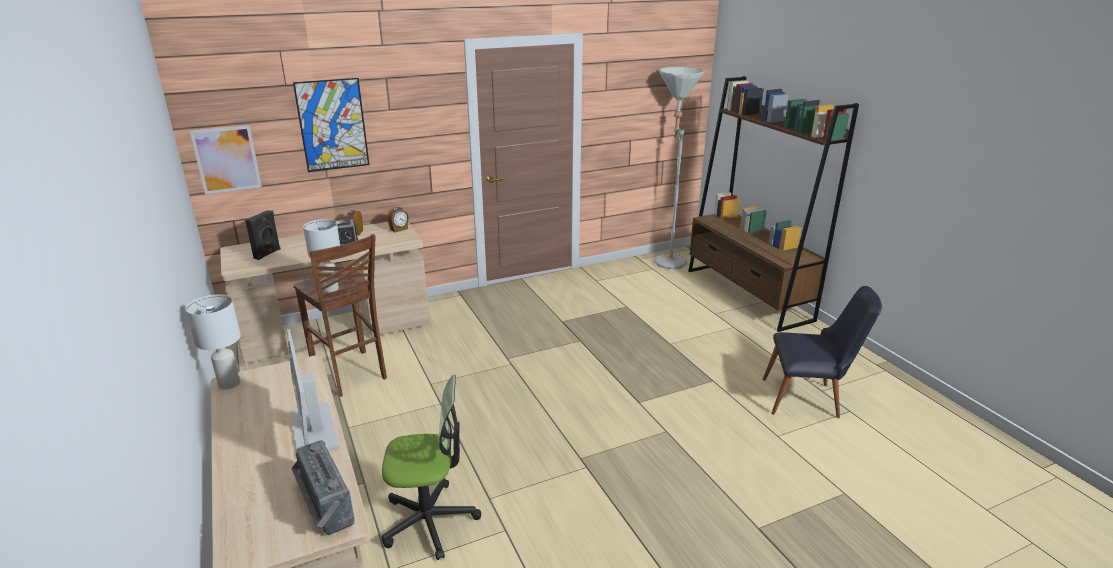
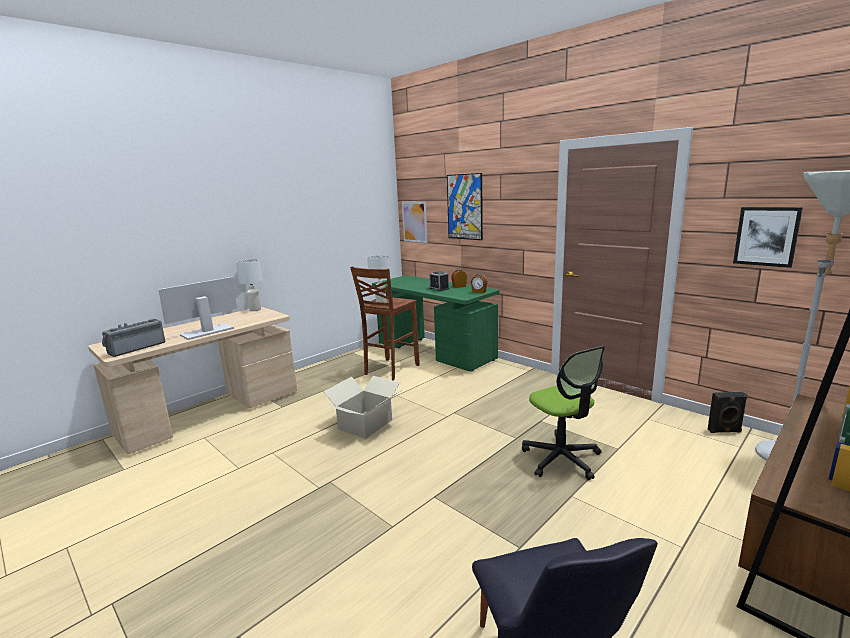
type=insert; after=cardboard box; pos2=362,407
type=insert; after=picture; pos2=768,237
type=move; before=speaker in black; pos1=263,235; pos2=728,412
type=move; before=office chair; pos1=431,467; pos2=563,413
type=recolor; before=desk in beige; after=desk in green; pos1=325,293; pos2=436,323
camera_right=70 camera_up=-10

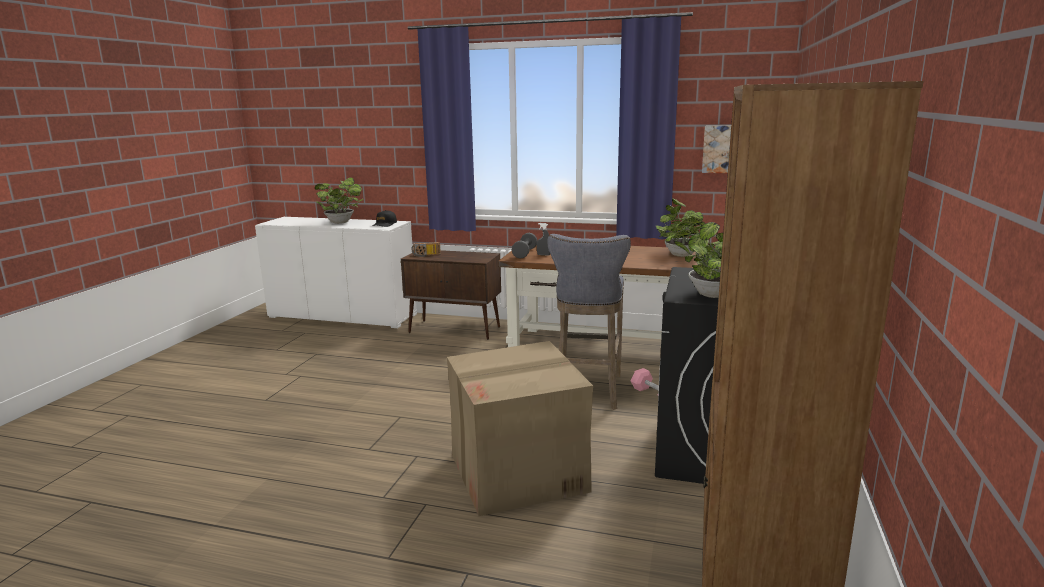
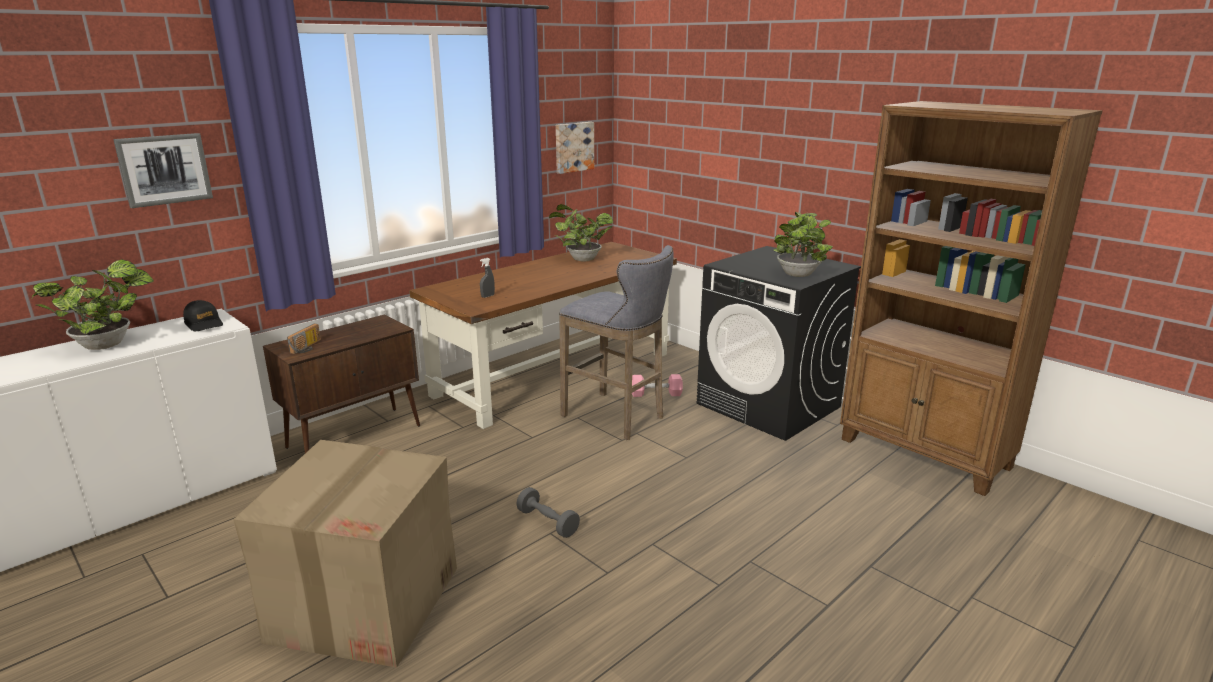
type=insert; after=picture; pos2=163,170
type=move; before=cardboard box; pos1=520,428; pos2=345,554
type=move; before=dumbbell in grey; pos1=524,246; pos2=548,512
camera_right=-60 camera_up=5

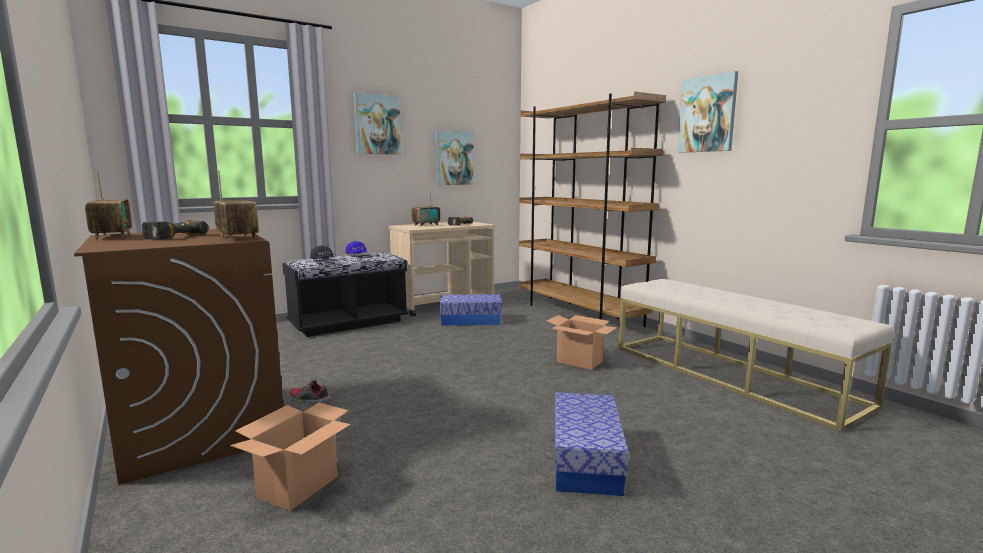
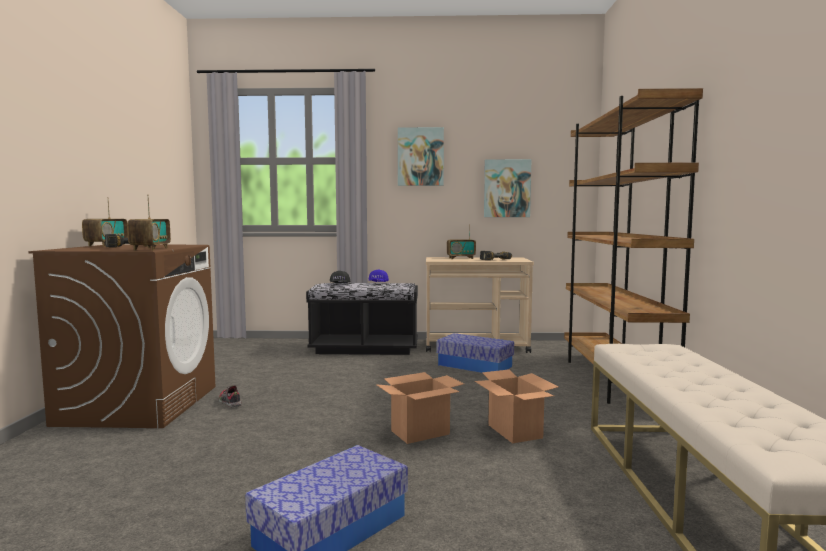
type=delete; before=picture; pos1=707,112
type=move; before=cardboard box; pos1=290,457; pos2=420,408
camera_right=35 camera_up=-5

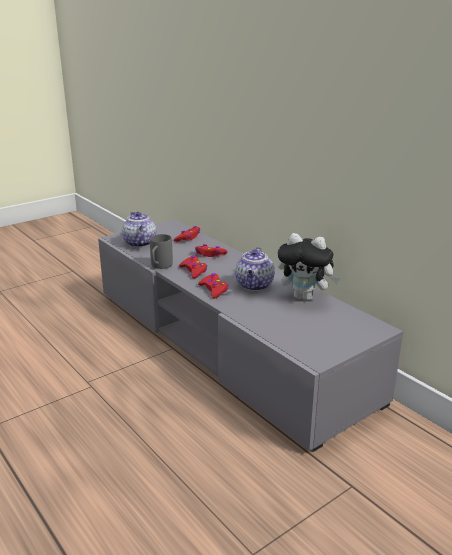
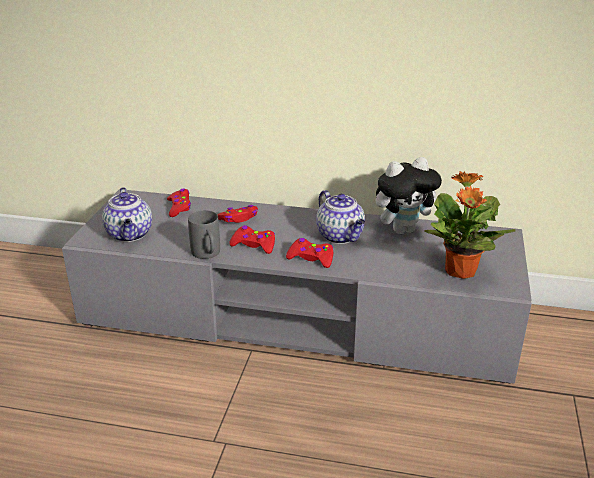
type=insert; after=potted plant; pos2=469,225
type=rotate; before=teapot; pos1=139,229; pos2=127,214; turn=-135
camera_right=-40 camera_up=5

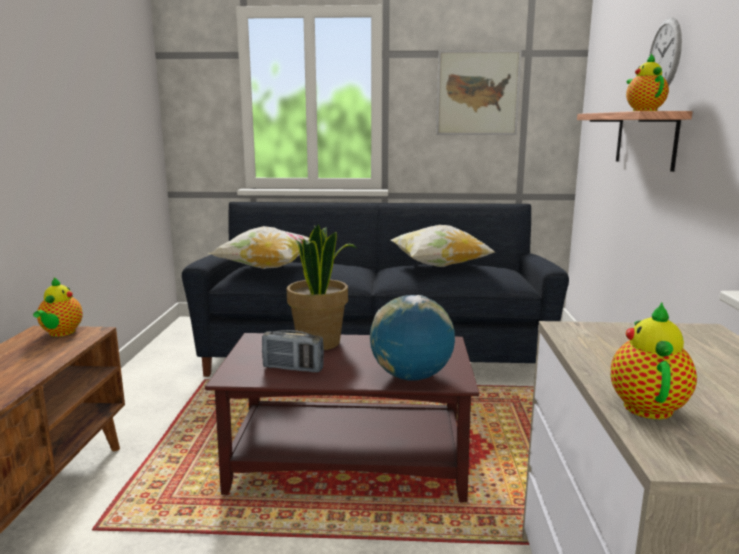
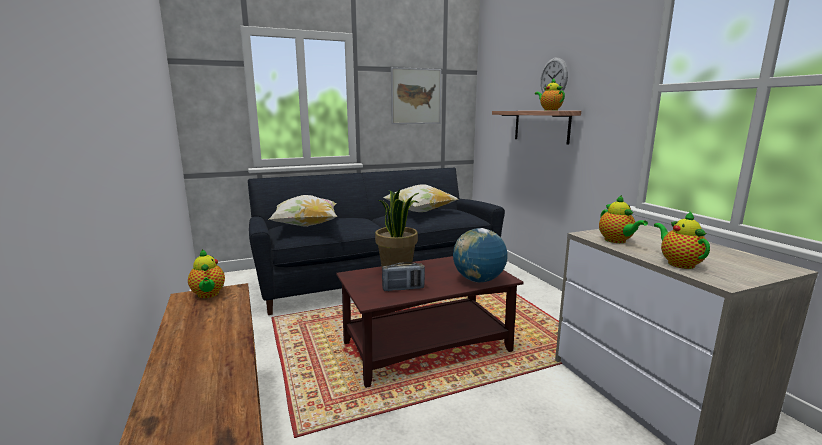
type=insert; after=teapot; pos2=623,219
camera_right=-25 camera_up=0

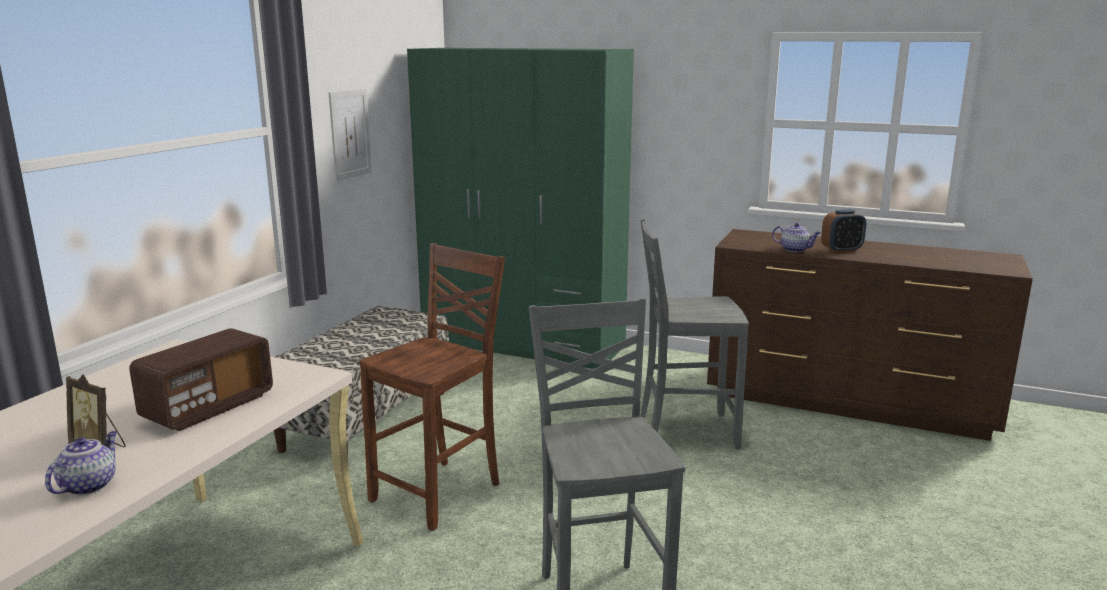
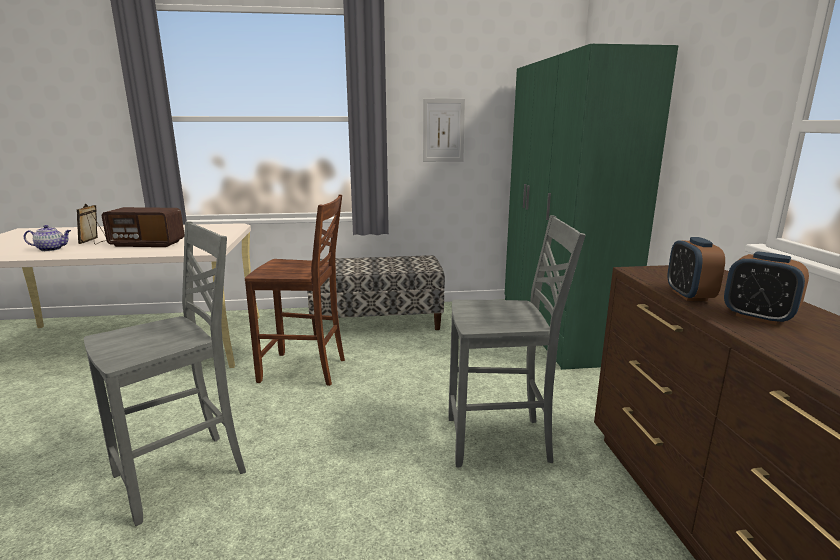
type=replace; before=teapot; after=alarm clock; pos1=796,237; pos2=696,269
type=rotate; before=chair in grey; pos1=694,334; pos2=516,341; turn=120
camera_right=60 camera_up=0

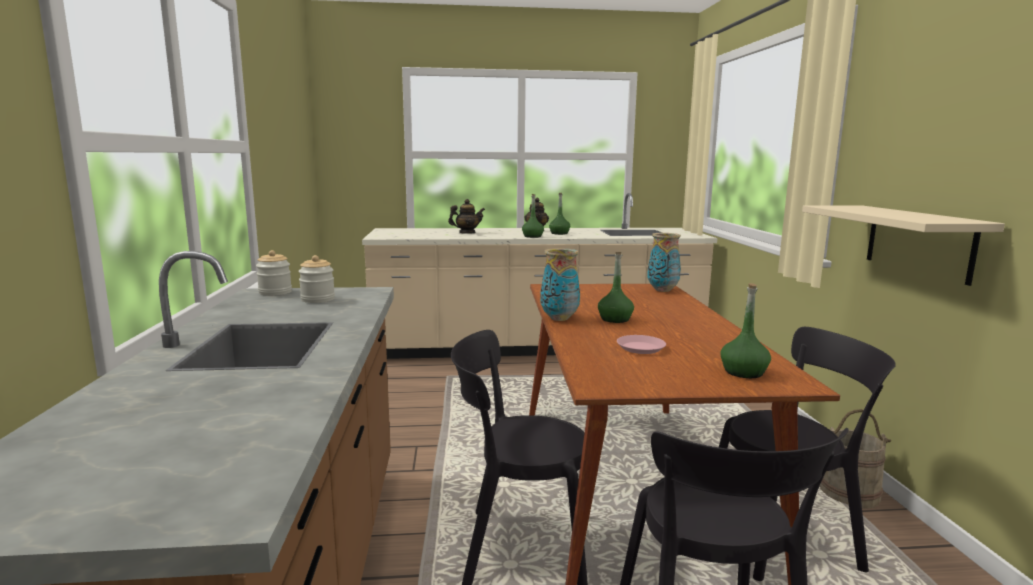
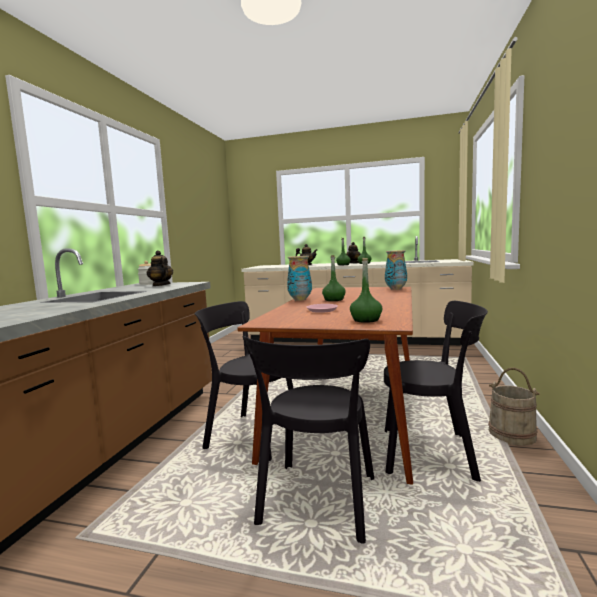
type=delete; before=shelf in beige; pos1=903,245
type=replace; before=jar; after=teapot; pos1=316,279; pos2=160,268
camera_right=20 camera_up=-5

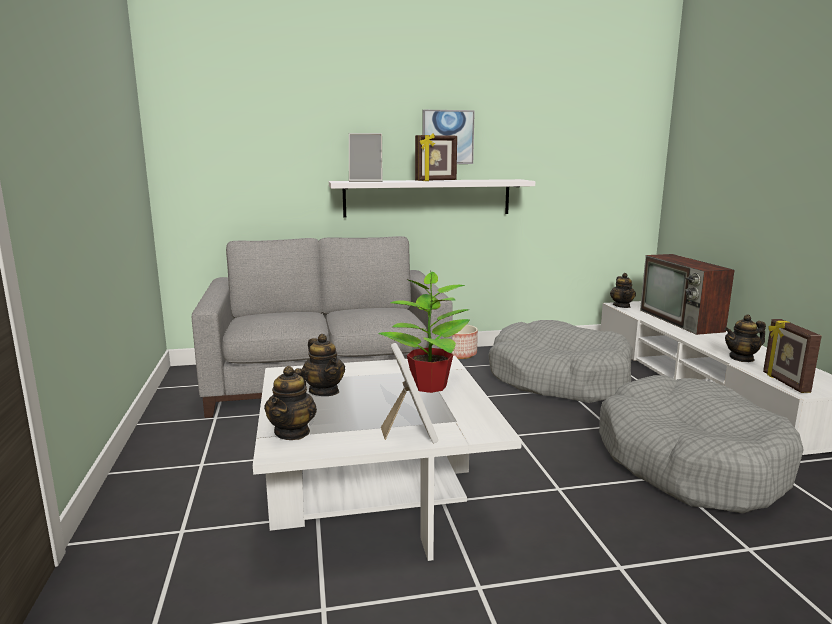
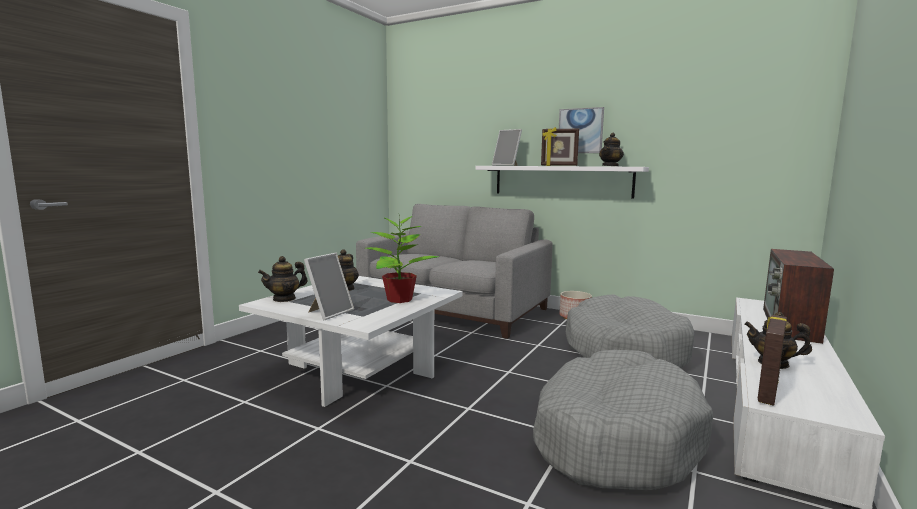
type=move; before=teapot; pos1=623,290; pos2=611,149
camera_right=40 camera_up=-5

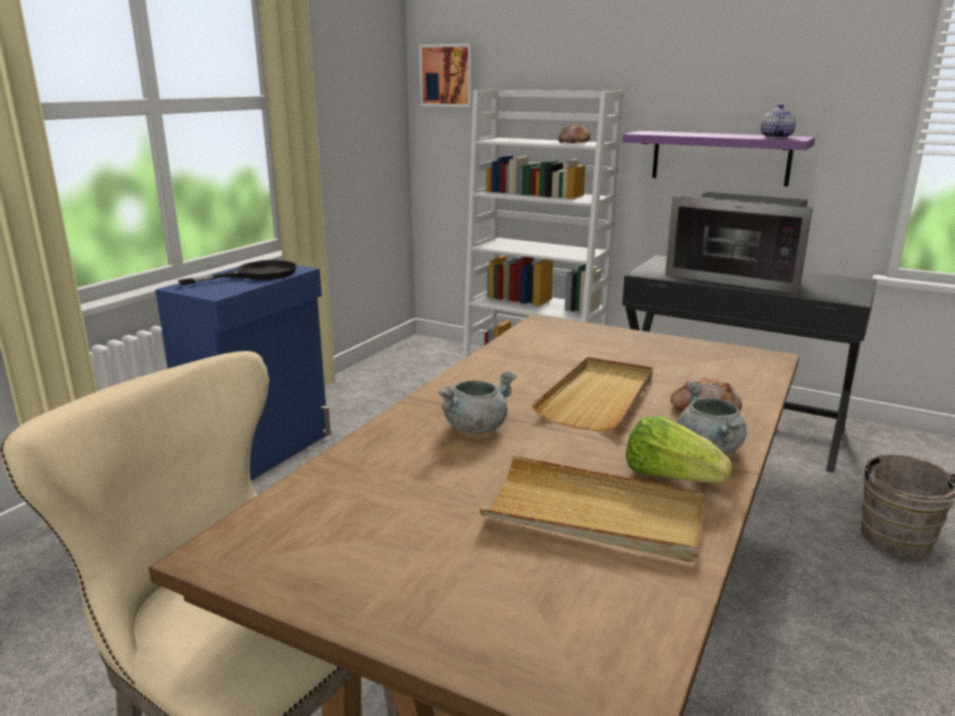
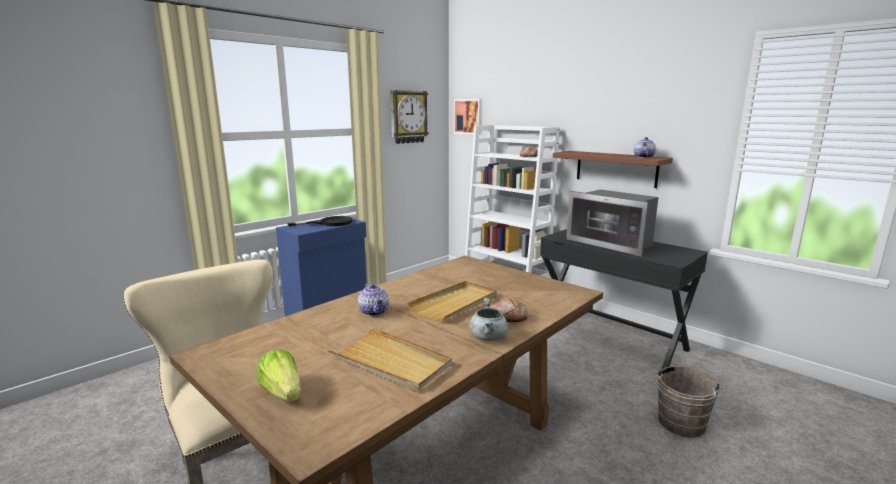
type=insert; after=wall clock; pos2=409,117
type=move; before=lettuce; pos1=679,449; pos2=279,376
type=replace; before=cooking pot in grey; after=teapot; pos1=477,402; pos2=373,299
type=recolor; before=shelf in purple; after=shelf in brown; pos1=718,159; pos2=613,169
camera_right=15 camera_up=-5

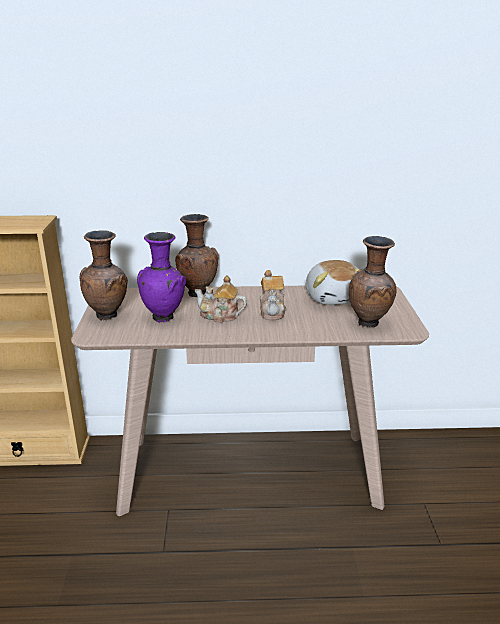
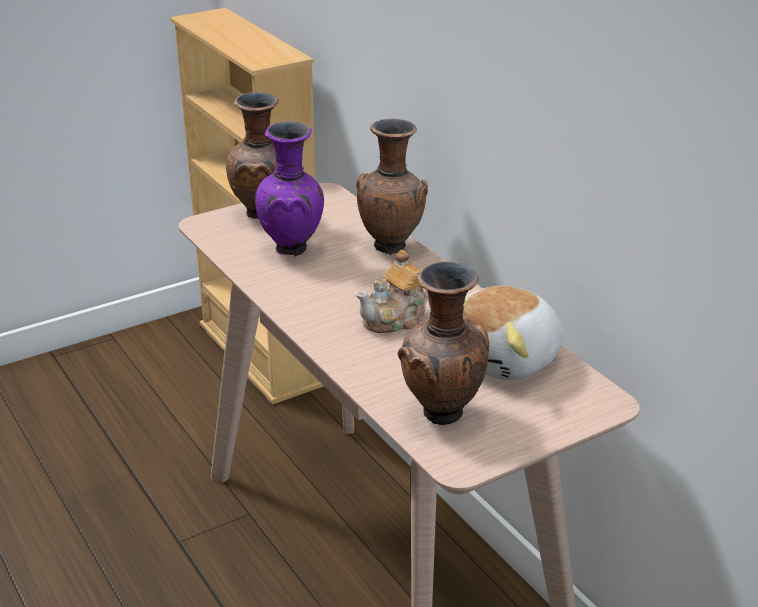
type=delete; before=teapot; pos1=221,299
camera_right=60 camera_up=5

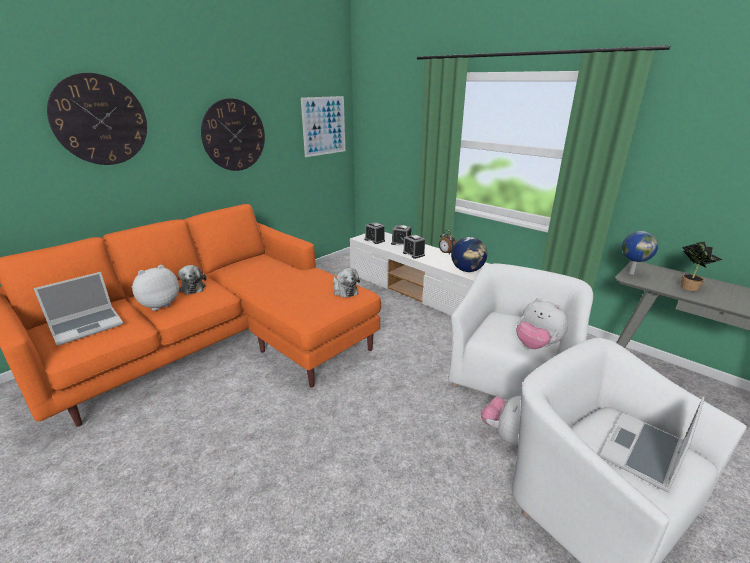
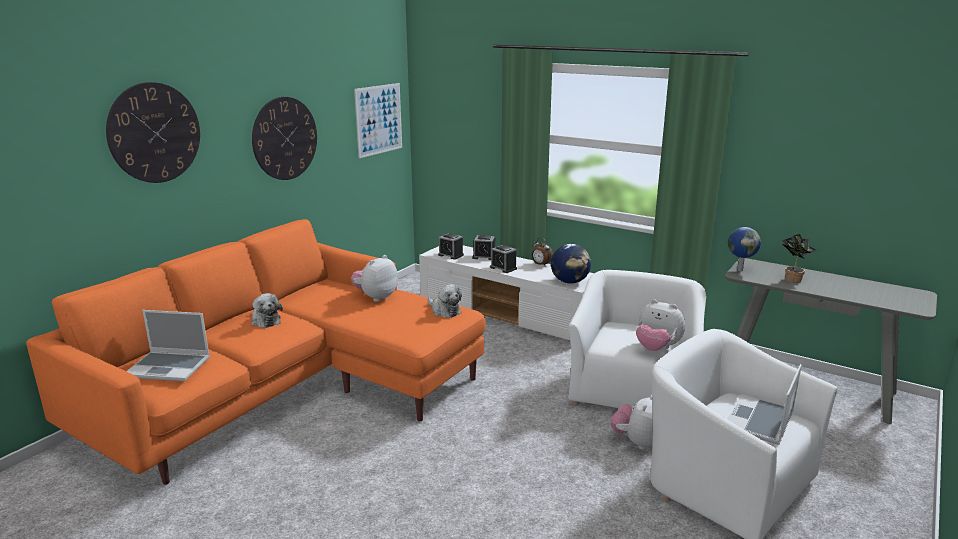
type=move; before=plush toy; pos1=155,288; pos2=374,278
type=rotate; before=laptop; pos1=78,308; pos2=168,345; turn=60
camera_right=-10 camera_up=-5

